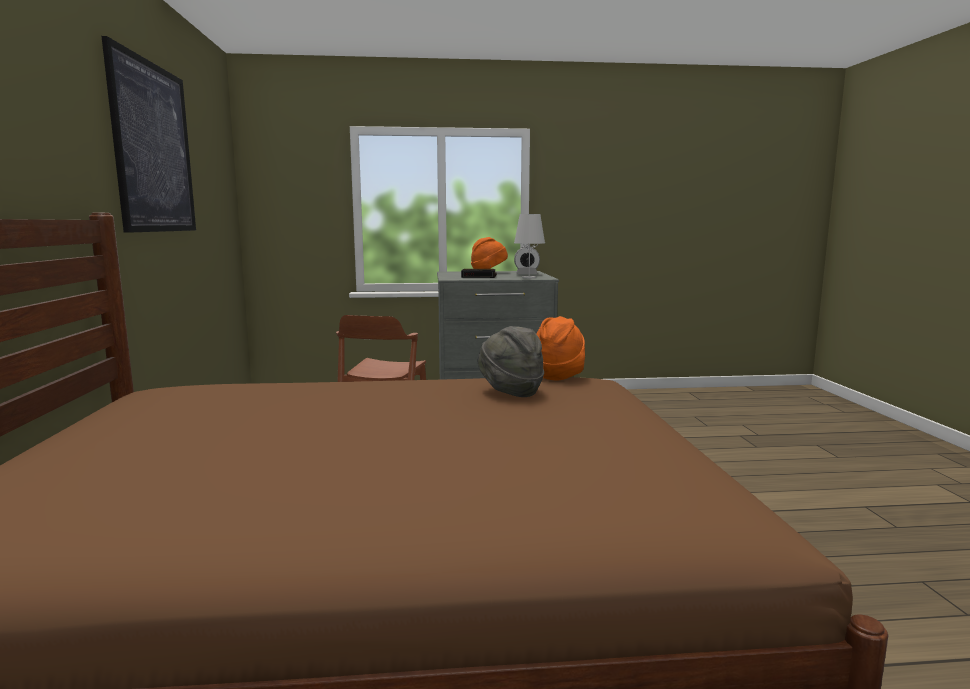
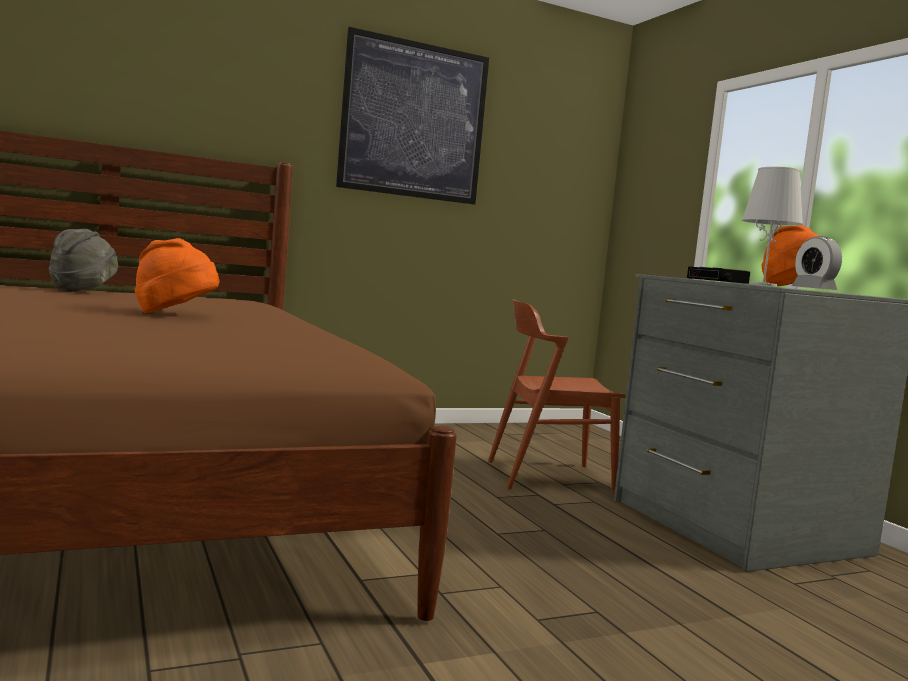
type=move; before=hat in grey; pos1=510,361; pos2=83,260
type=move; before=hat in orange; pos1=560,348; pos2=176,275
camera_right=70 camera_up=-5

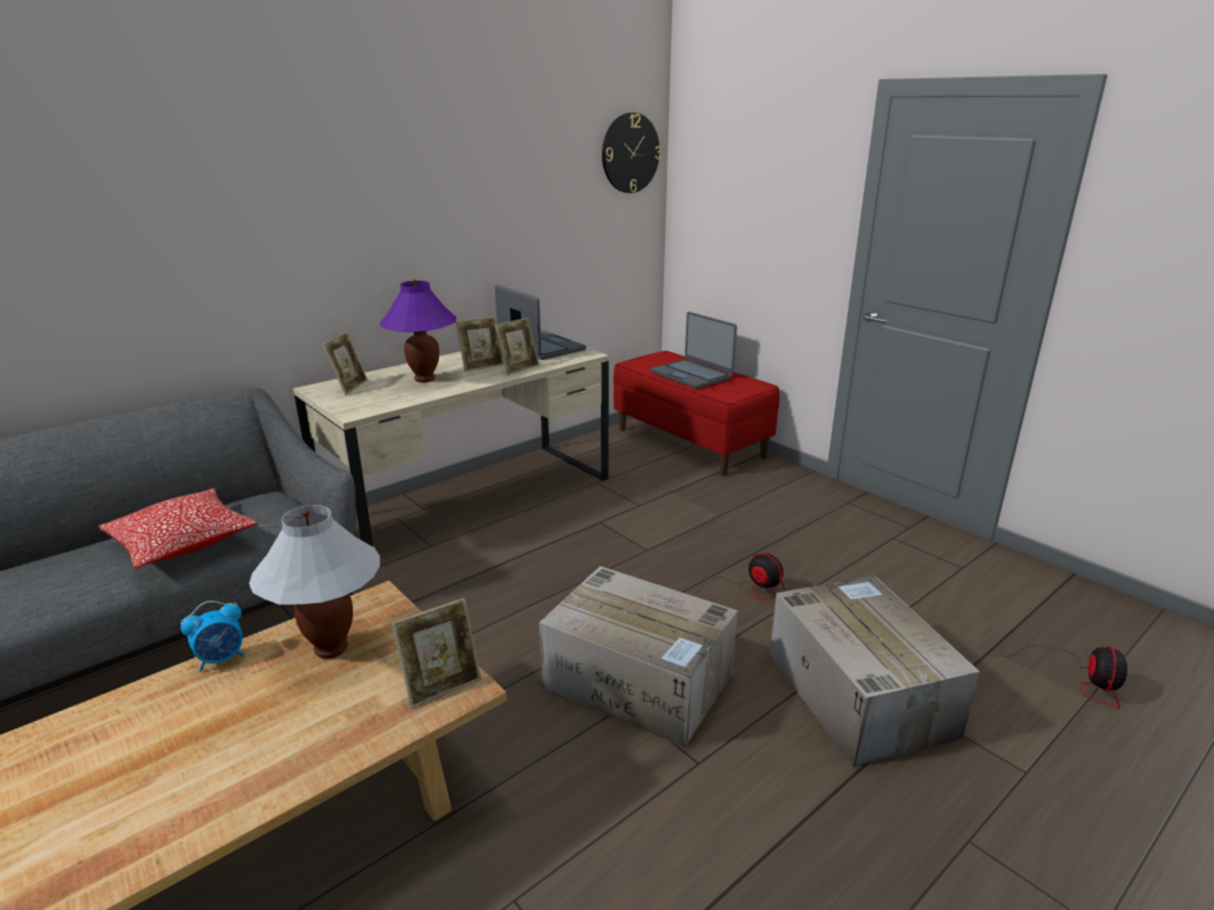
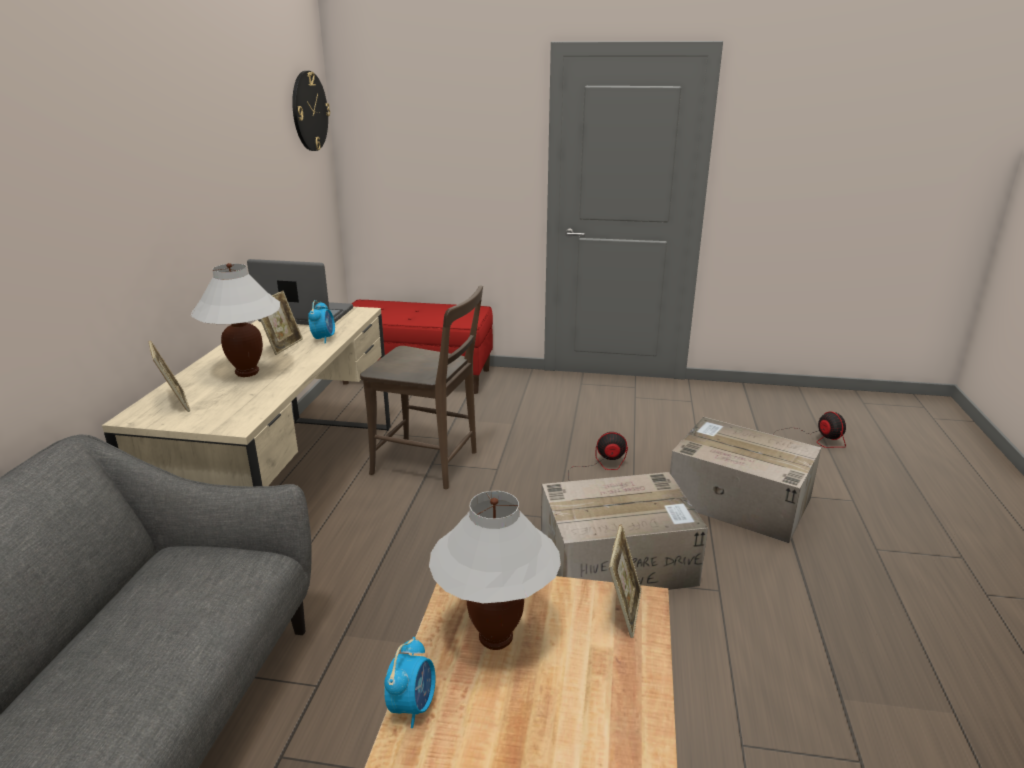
type=delete; before=pillow; pos1=178,528
type=delete; before=laptop; pos1=693,350
type=insert; after=chair in brown; pos2=421,387
type=replace; before=picture frame; after=alarm clock; pos1=517,346; pos2=321,322
type=recolor; before=table lamp in purple; after=table lamp in white; pos1=418,331; pos2=235,320
camera_right=-40 camera_up=0

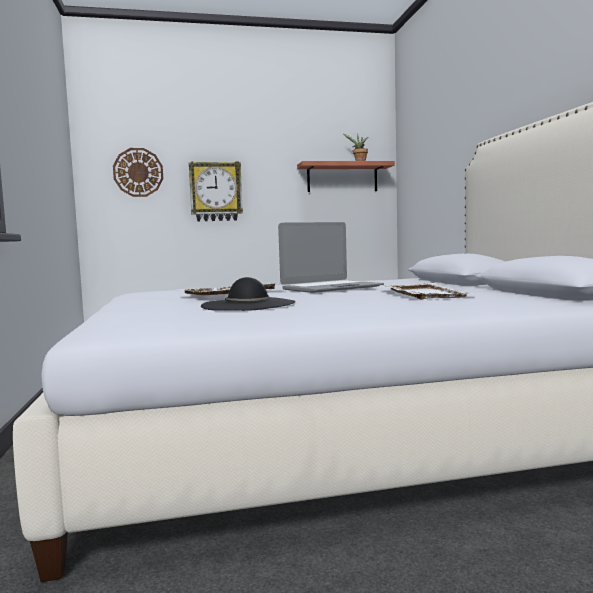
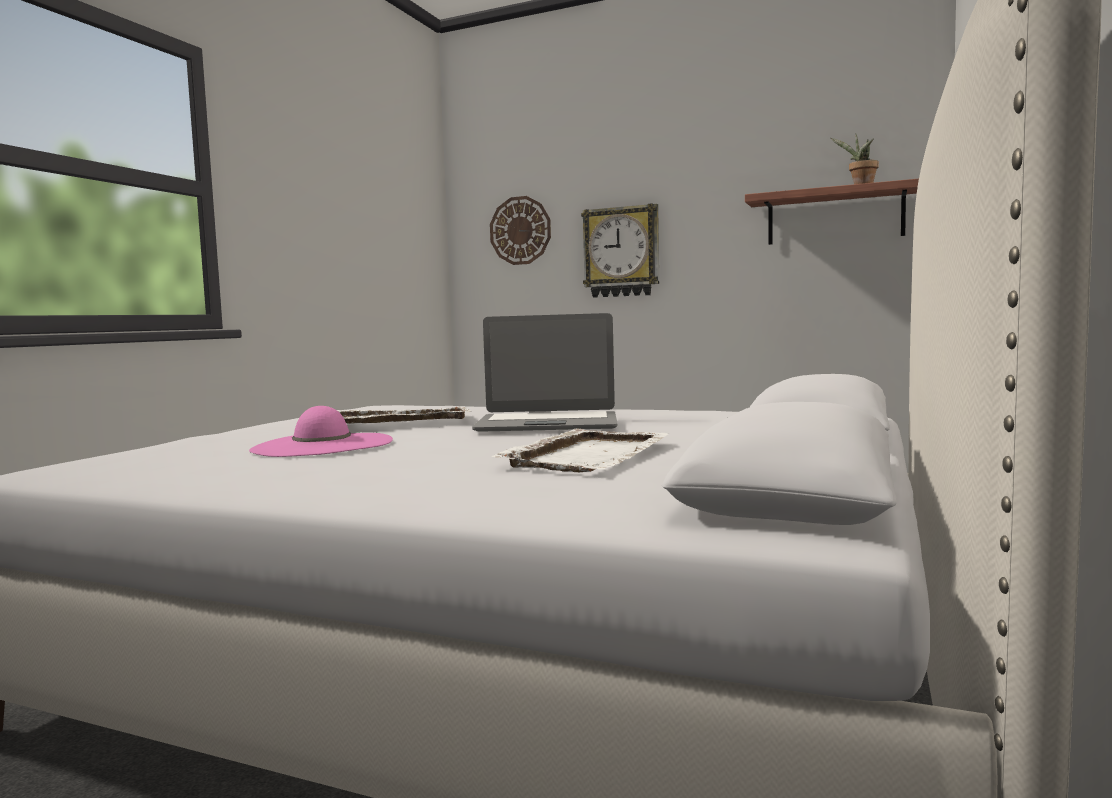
type=recolor; before=hat in black; after=hat in pink; pos1=248,294; pos2=321,431
camera_right=35 camera_up=0

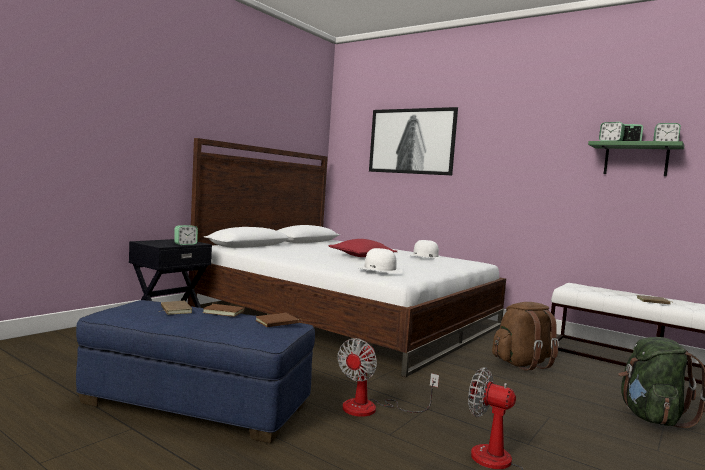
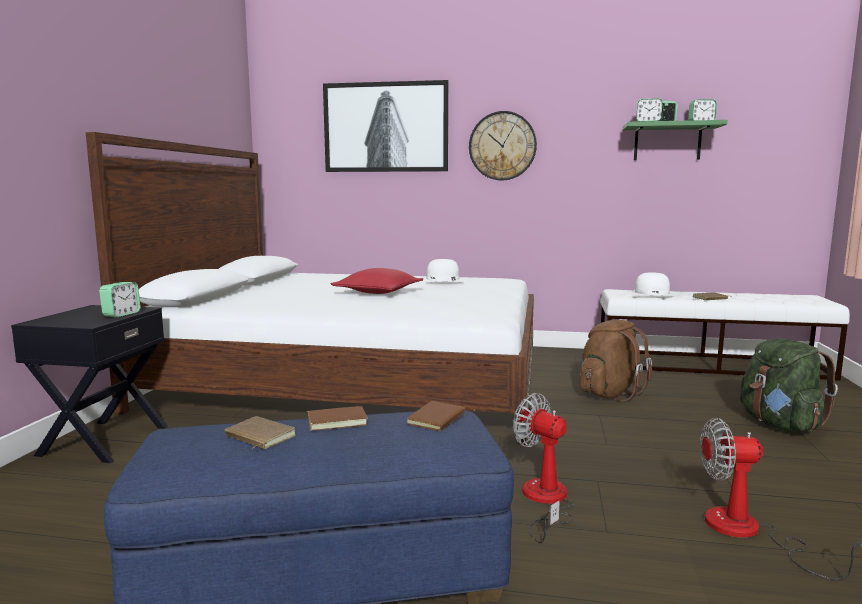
type=insert; after=wall clock; pos2=503,146
type=move; before=hat in white; pos1=380,261; pos2=652,284
type=rotate; before=fan; pos1=388,377; pos2=543,468; turn=135
camera_right=-25 camera_up=5

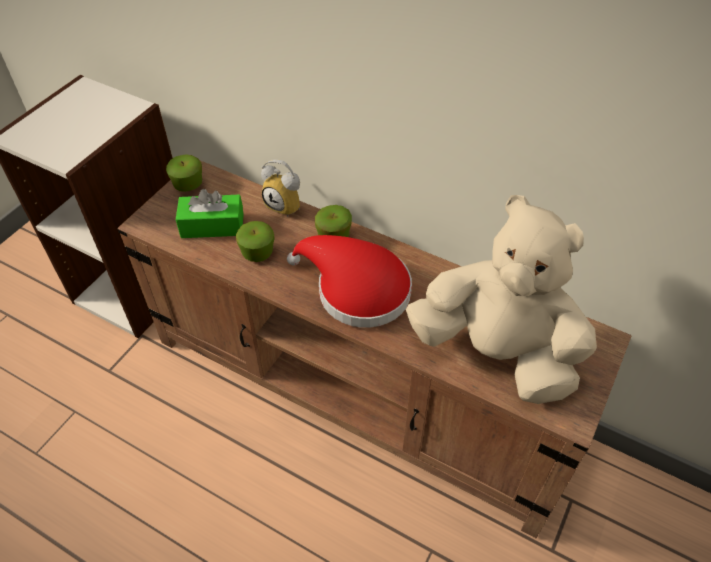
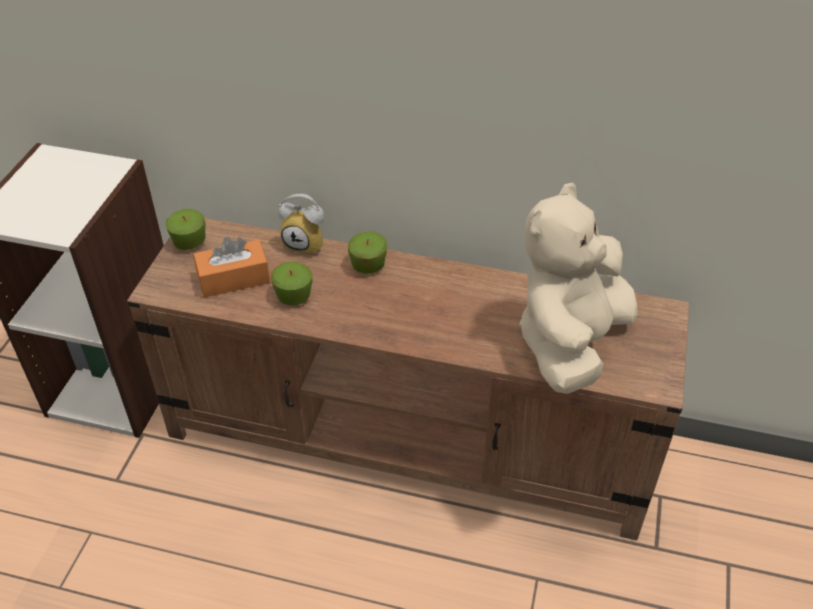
type=delete; before=hat in red; pos1=349,281
type=recolor; before=tissue box in green; after=tissue box in orange; pos1=210,213; pos2=231,267
type=rotate; before=plush toy in beige; pos1=501,299; pos2=578,288; turn=-75
camera_right=-15 camera_up=-5

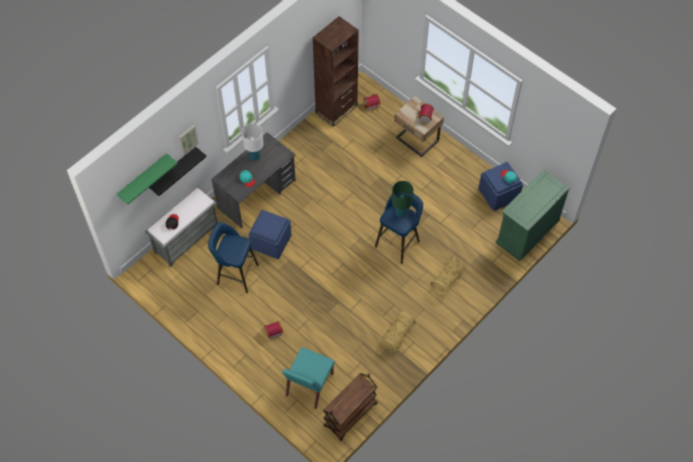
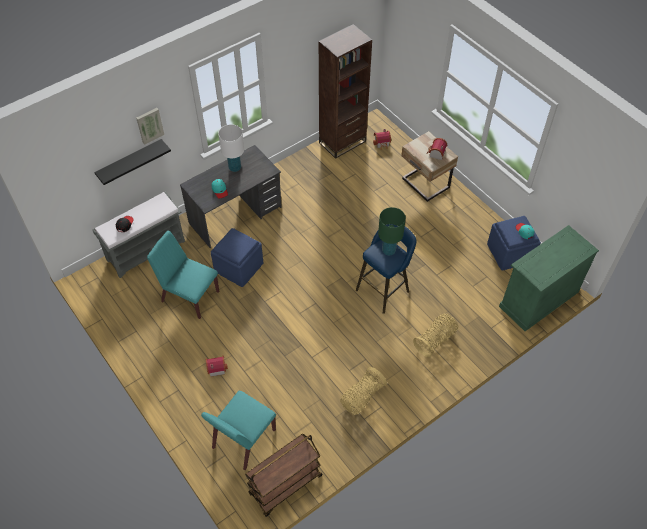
type=delete; before=shelf in green; pos1=147,179
type=replace; before=stool in blue; after=chair in turquoise; pos1=233,257; pos2=183,274
camera_right=10 camera_up=-5

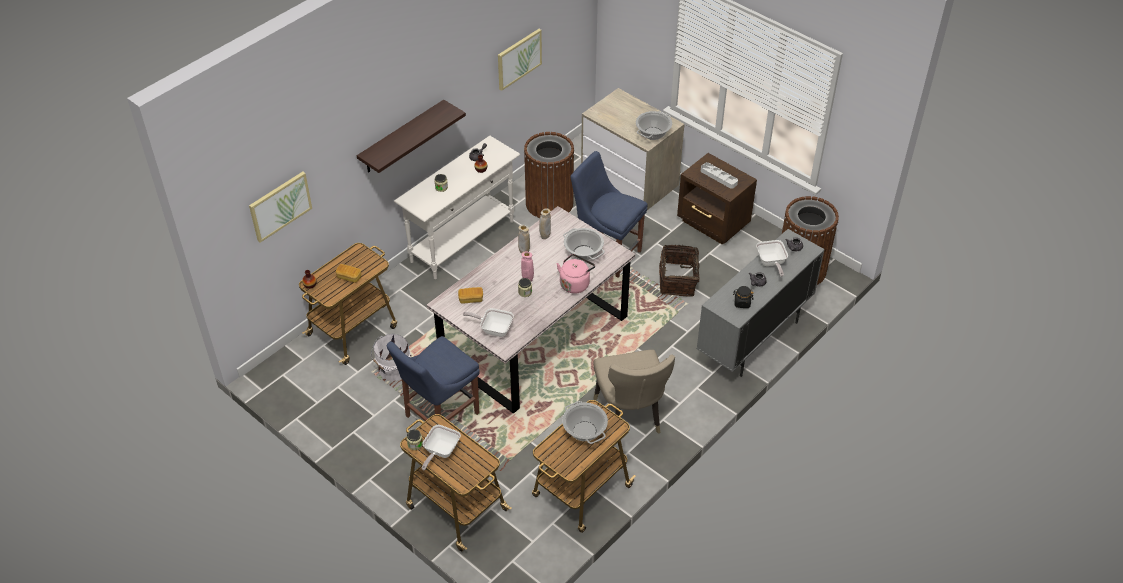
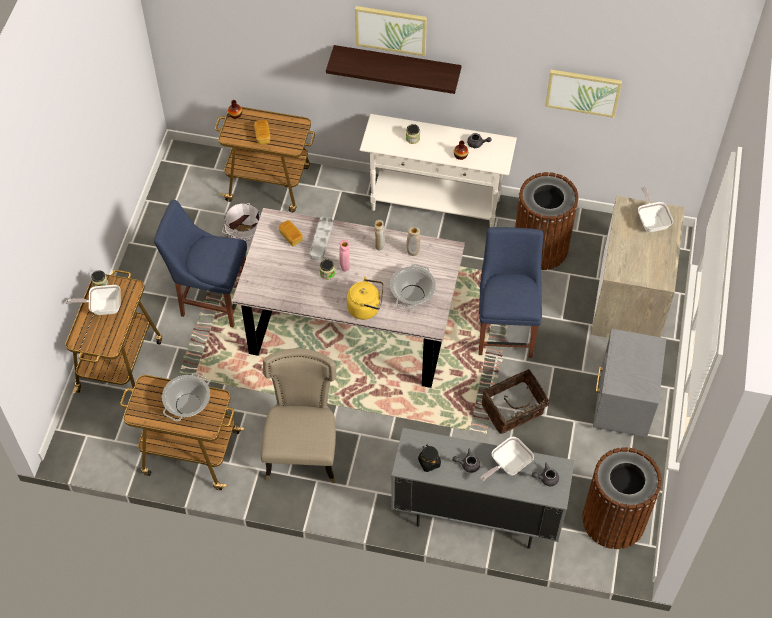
type=delete; before=cooking pot; pos1=654,125
type=move; before=picture; pos1=280,207; pos2=391,31
type=move; before=frying pan; pos1=488,322; pos2=656,209
type=move; before=tray in grey; pos1=719,175; pos2=321,239
type=recolor; before=kettle in pink; after=kettle in yellow; pos1=576,274; pos2=365,298
type=recolor; before=nightstand in brown; after=nightstand in grey; pos1=717,199; pos2=629,383
type=rotate; before=chair in beige; pos1=634,392; pos2=299,415; turn=135
camera_right=60 camera_up=10

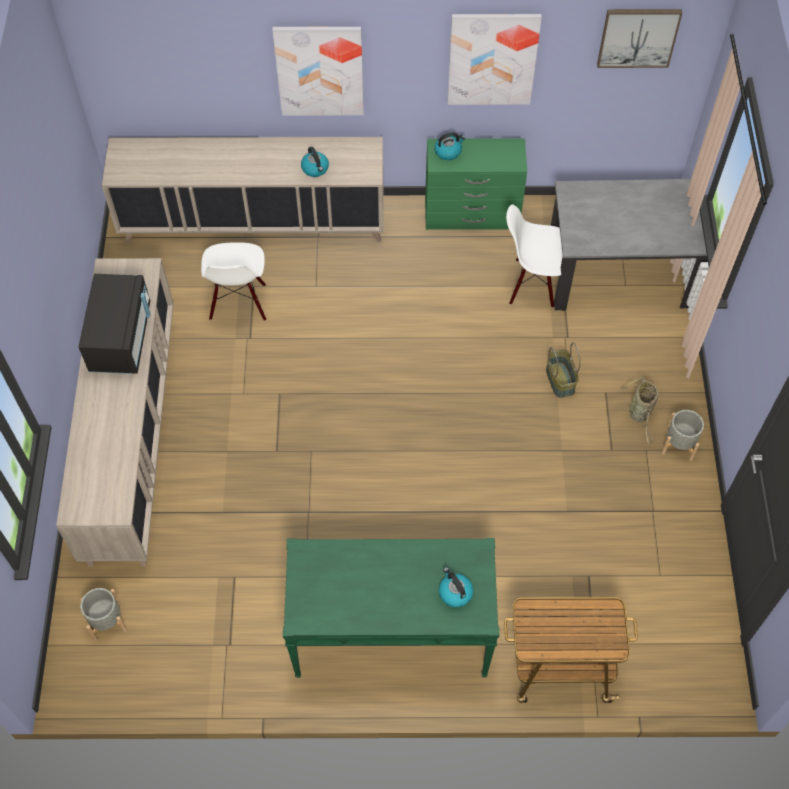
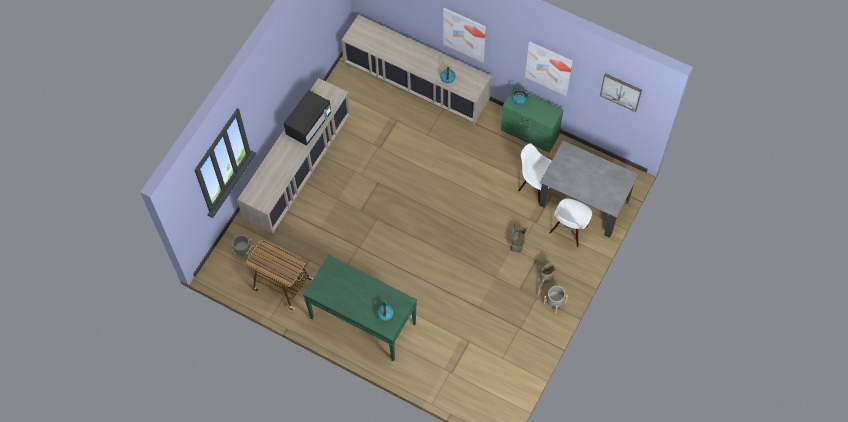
type=move; before=chair in white; pos1=233,281; pos2=570,223
type=move; before=cart; pos1=571,650; pos2=280,275
camera_right=30 camera_up=5

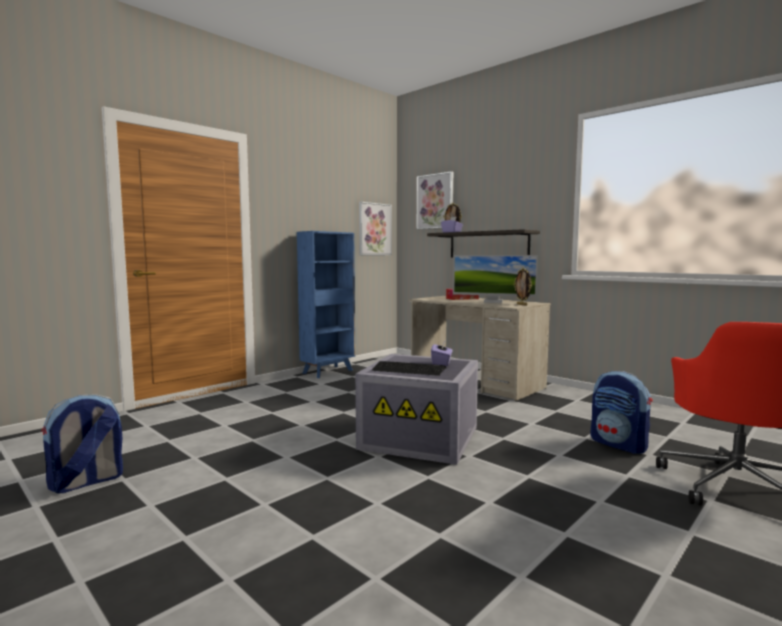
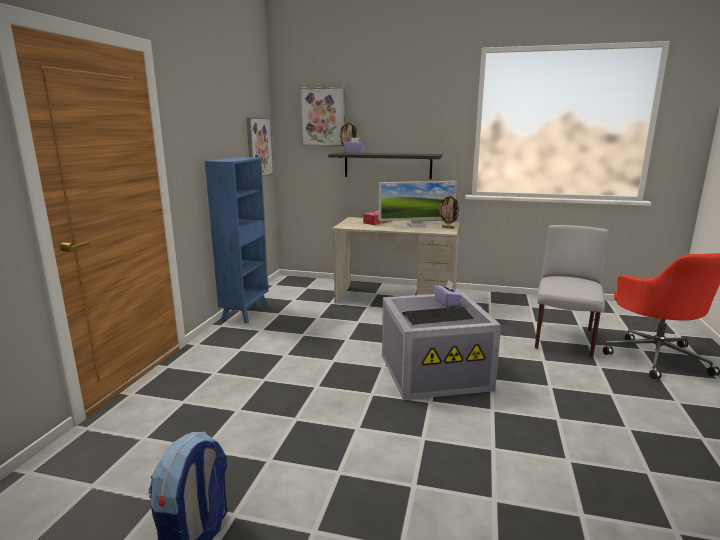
type=replace; before=backpack; after=chair in grey; pos1=621,412; pos2=571,291
camera_right=-30 camera_up=10

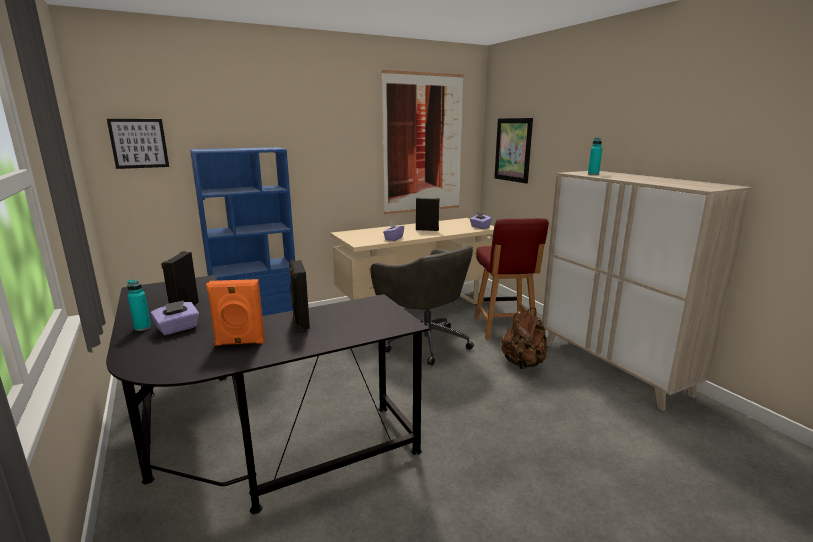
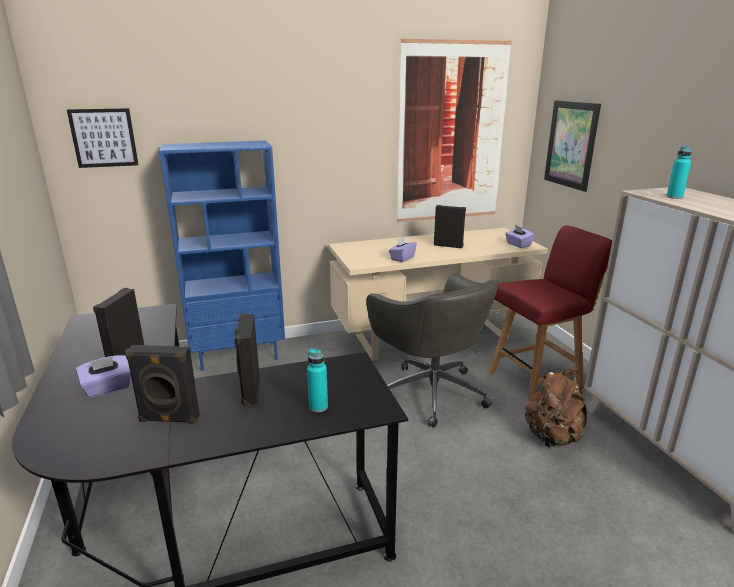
type=move; before=bottle in turquoise; pos1=139,305; pos2=317,380
type=recolor; before=speaker in orange; after=speaker in black; pos1=235,312; pos2=162,384
type=rotate; before=chair in red; pos1=511,278; pos2=550,313; turn=-120
camera_right=10 camera_up=5

